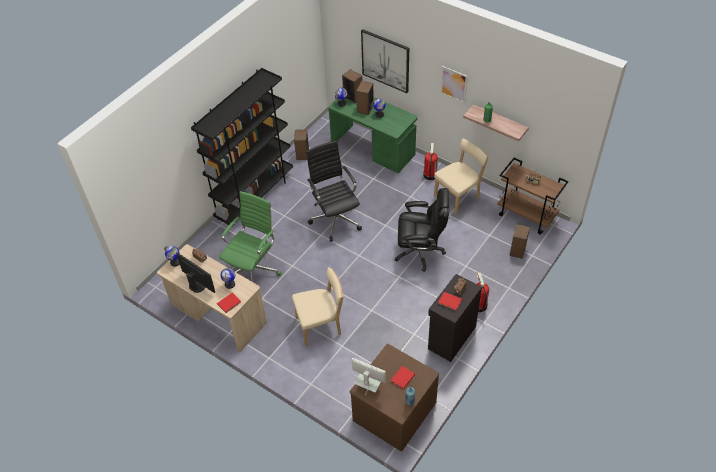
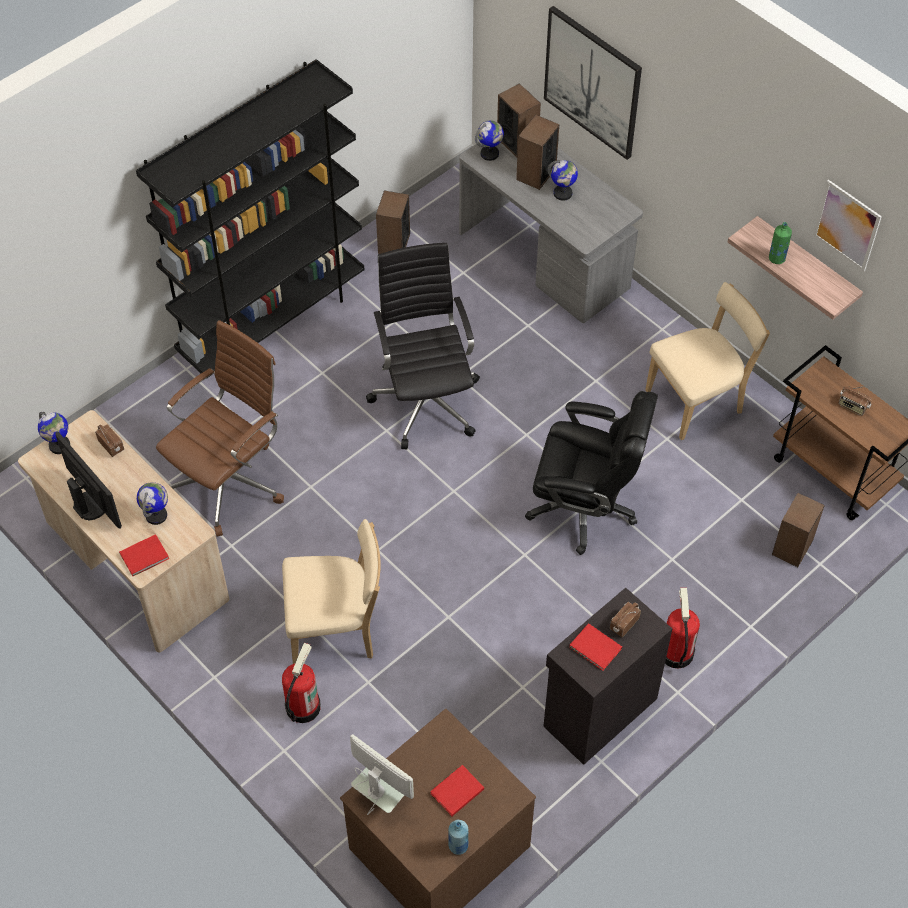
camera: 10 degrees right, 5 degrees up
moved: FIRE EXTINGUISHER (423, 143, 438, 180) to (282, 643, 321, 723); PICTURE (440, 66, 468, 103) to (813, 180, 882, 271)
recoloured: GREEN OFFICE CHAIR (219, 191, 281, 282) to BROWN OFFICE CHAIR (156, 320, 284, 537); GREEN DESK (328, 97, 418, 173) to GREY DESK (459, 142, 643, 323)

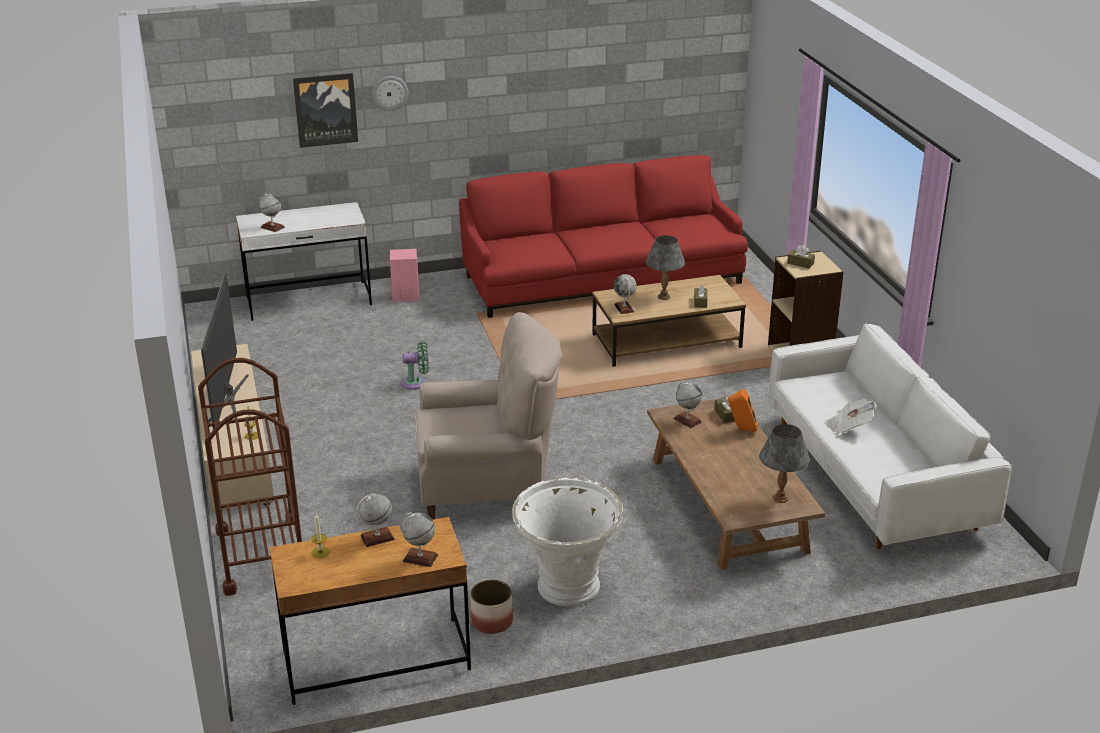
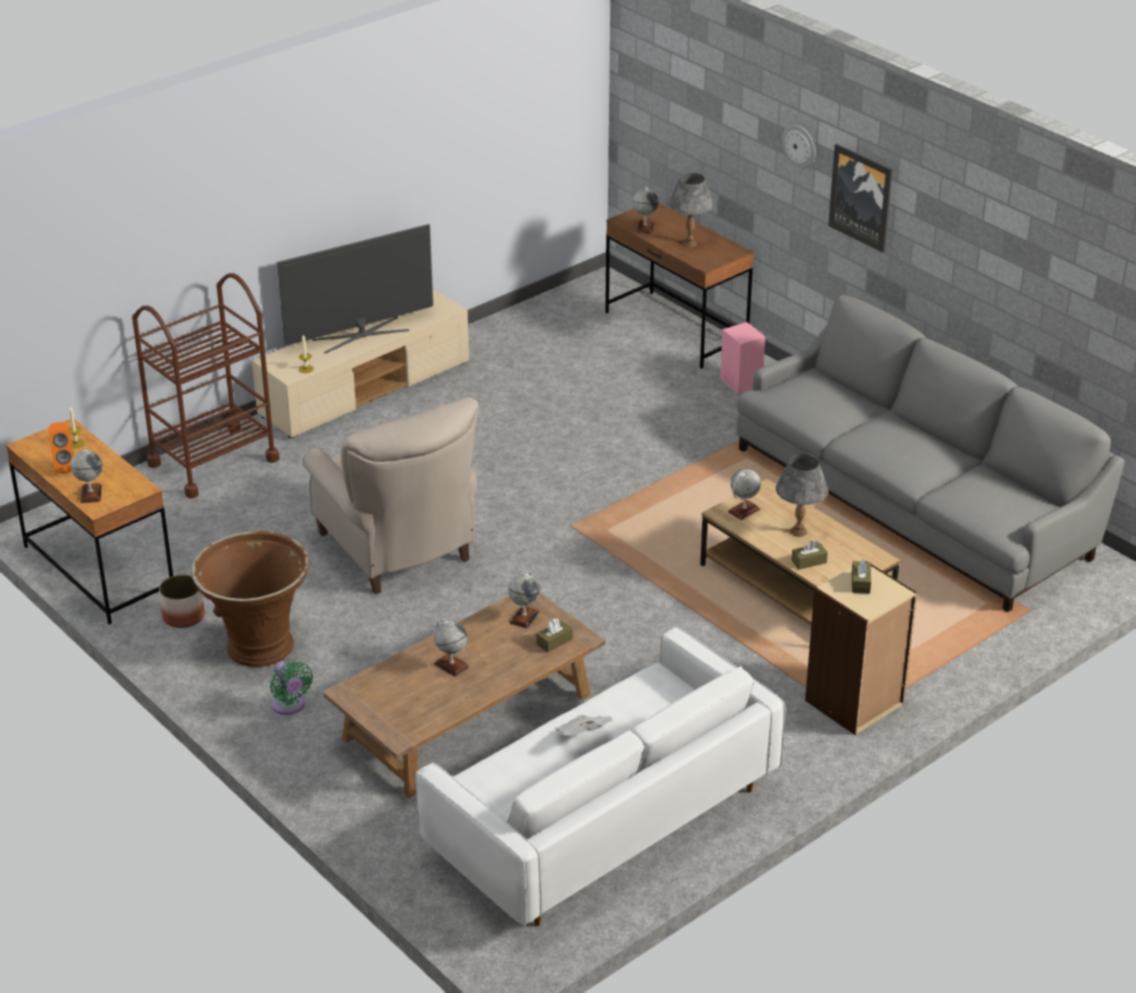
camera: 65 degrees right, 5 degrees up
moved: PICTURE (293, 73, 358, 148) to (828, 144, 893, 253); GLOBE (356, 493, 395, 547) to (434, 619, 470, 677); GREEN FAN (401, 341, 429, 390) to (270, 662, 313, 715); ORANGE SPEAKER (728, 389, 758, 432) to (48, 422, 74, 474); GREY TABLE LAMP (759, 424, 810, 503) to (669, 173, 714, 247)
recoloured: WHITE DESK (236, 202, 372, 321) to BROWN DESK (605, 203, 754, 369); RED SOFA (459, 155, 748, 318) to GREY SOFA (737, 295, 1124, 612); WHITE PLANTER (512, 477, 623, 606) to BROWN PLANTER (191, 531, 309, 667)

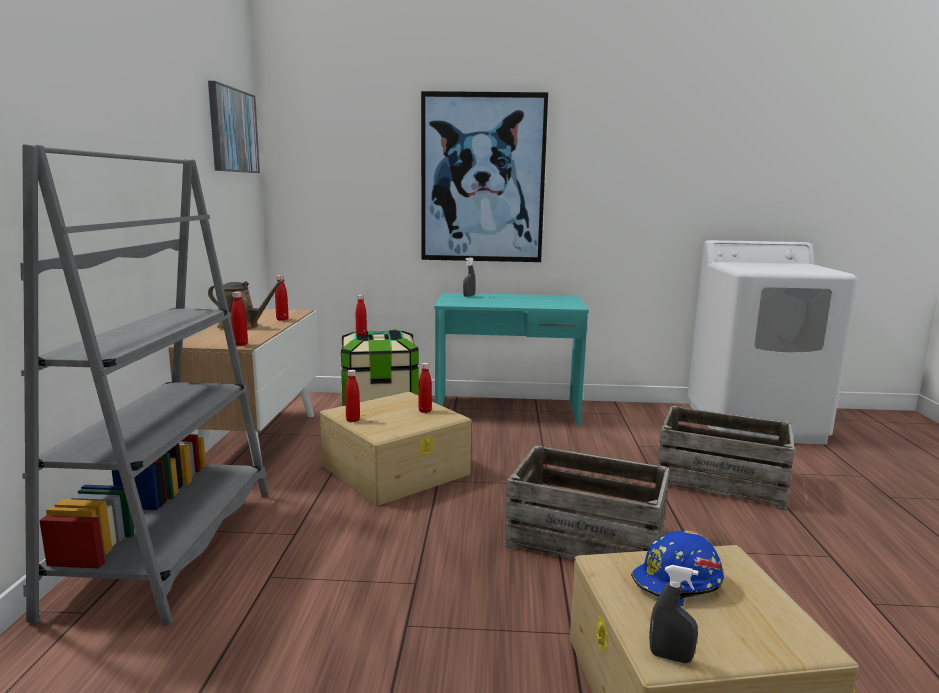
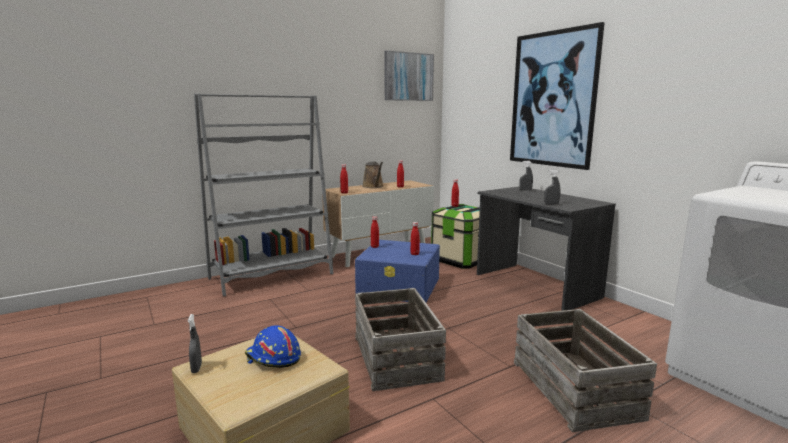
camera: 55 degrees right, 0 degrees up
added: GREY SPRAY BOTTLE (544, 169, 560, 205)
recoloured: BEIGE STORAGE BOX (320, 392, 471, 506) to BLUE STORAGE BOX (355, 240, 440, 303); TURQUOISE DESK (434, 293, 589, 426) to GREY DESK (477, 187, 616, 311)

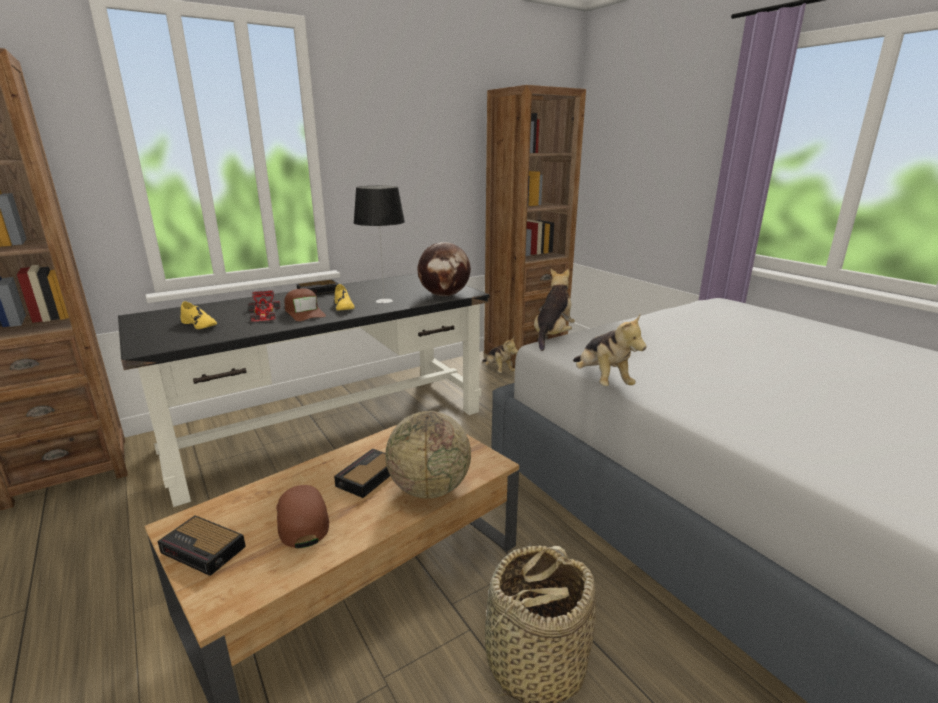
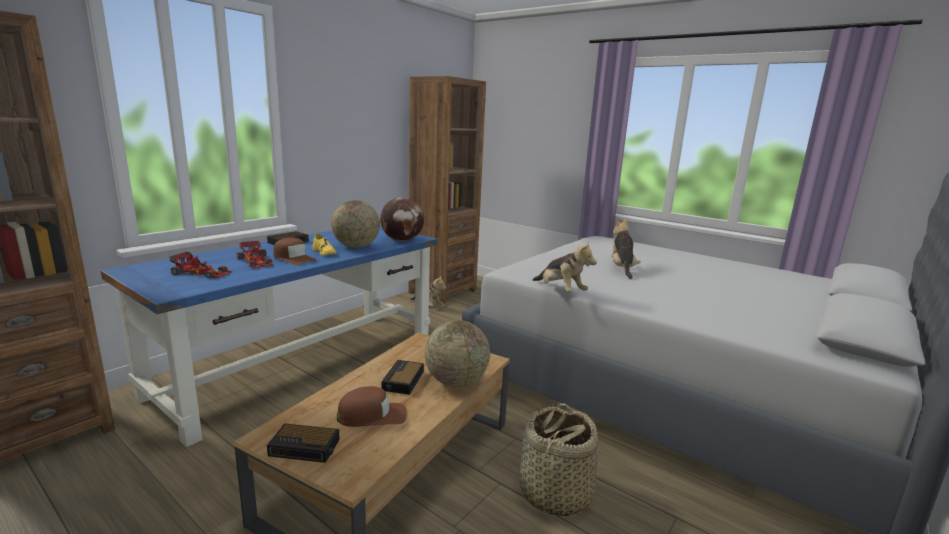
camera: 20 degrees left, 5 degrees down
moved: PLUSH TOY (534, 269, 575, 351) to (611, 219, 641, 279)
replaced: YELLOW SHOE (180, 301, 217, 329) to TOY CAR (169, 252, 232, 278); TABLE LAMP (354, 185, 405, 304) to GLOBE (331, 200, 380, 248)
recoloured: BLACK DESK (118, 273, 489, 507) to BLUE DESK (100, 225, 437, 447)
turned: BROWN CAP (276, 485, 329, 548) = (337, 386, 407, 427) 120 degrees clockwise

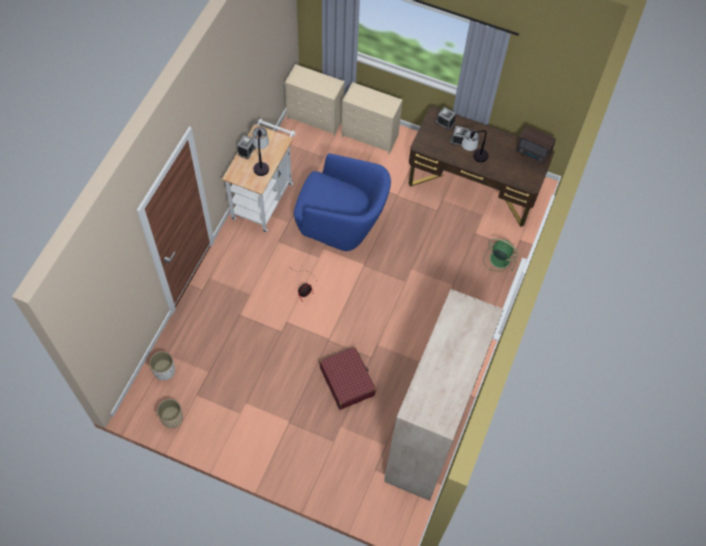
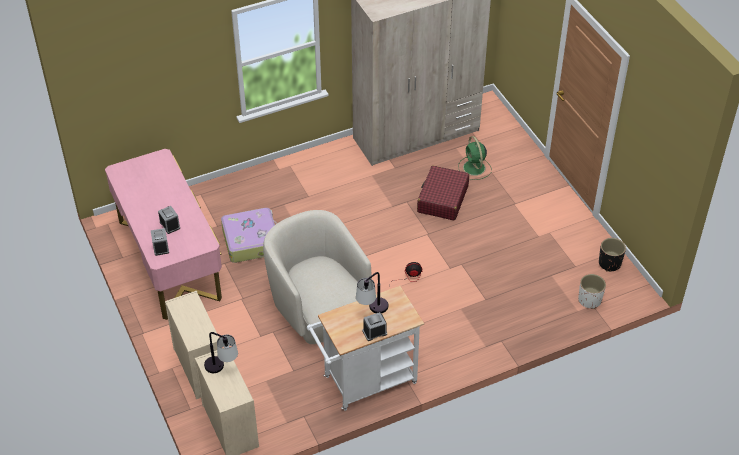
camera: 135 degrees left, 15 degrees down
removed: RADIO (516, 126, 556, 164)
added: SUITCASE (221, 208, 277, 263)
moved: TABLE LAMP (462, 129, 489, 162) to (204, 332, 238, 373); GREEN FAN (484, 238, 518, 271) to (458, 136, 492, 180)
recoloured: BEIGE PLANTER (157, 399, 183, 428) to BLACK PLANTER (599, 238, 626, 272); BLUE ARMCHAIR (294, 153, 391, 251) to BEIGE ARMCHAIR (263, 210, 372, 344); BROWN DESK (409, 106, 554, 227) to PINK DESK (105, 149, 222, 320)

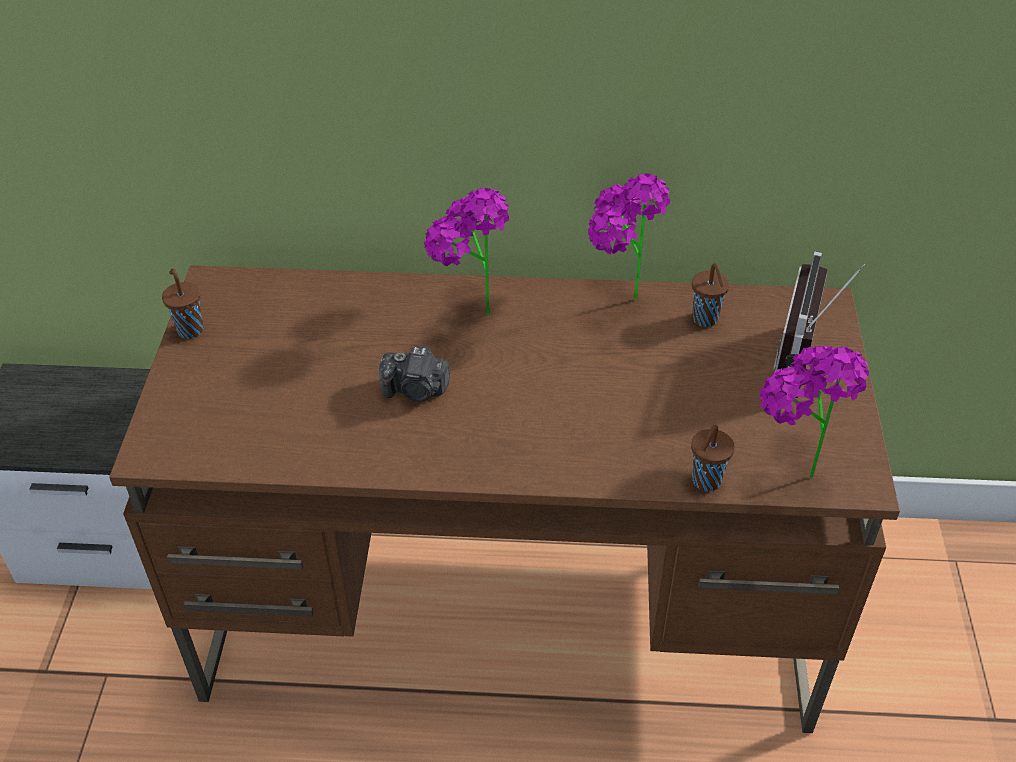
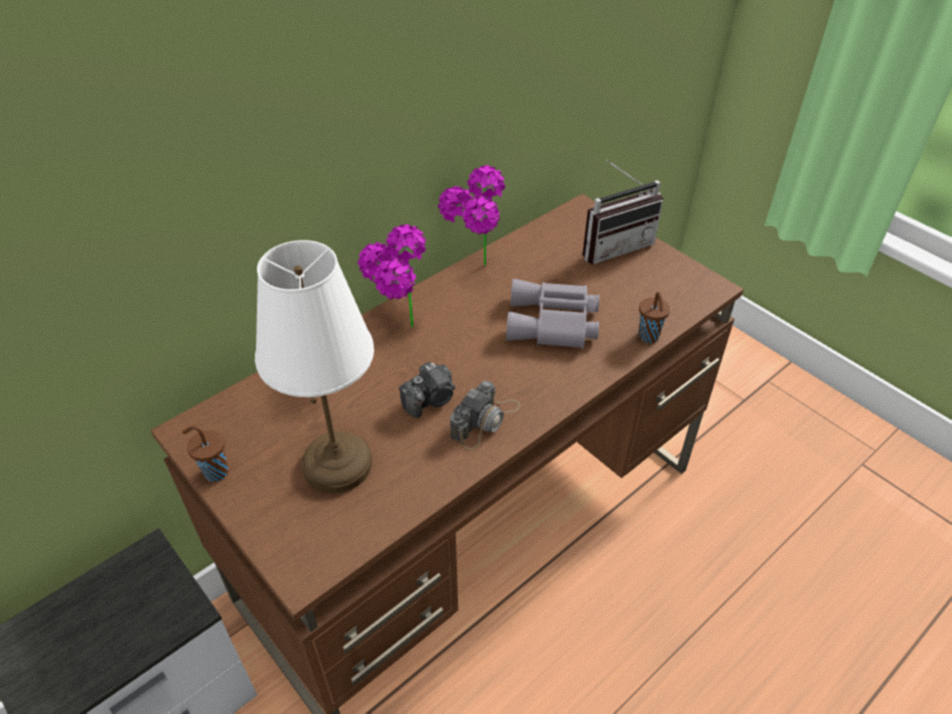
camera: 45 degrees left, 0 degrees up
removed: BROWN CUP (692, 263, 729, 327); POTTED PLANT (760, 346, 869, 478)
added: WHITE TABLE LAMP (255, 240, 374, 493); PHOTO CAMERA (450, 380, 520, 450); GREY BINOCULARS (506, 279, 600, 349)
turned: RADIO (773, 251, 865, 398) = (583, 160, 663, 264) 90 degrees counterclockwise

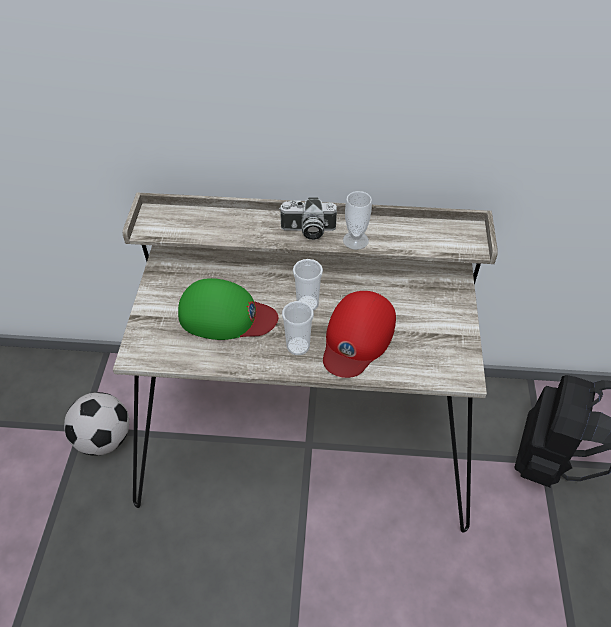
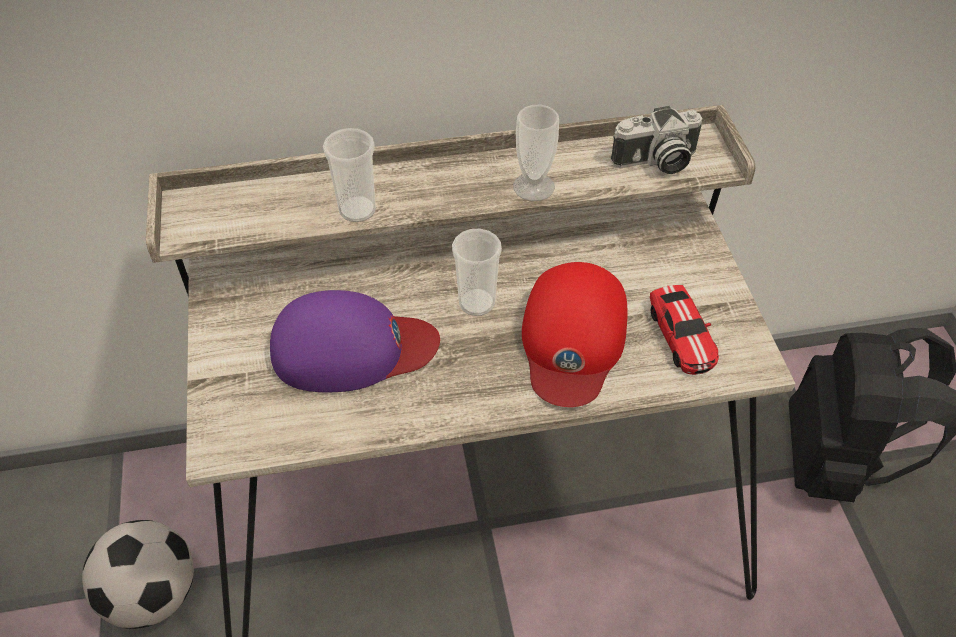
camera: 15 degrees left, 0 degrees up
added: TOY CAR (650, 285, 719, 375)
moved: PHOTO CAMERA (279, 198, 337, 240) to (611, 106, 703, 174); CUP (282, 301, 314, 355) to (323, 128, 376, 222)
recoloured: GREEN CAP (178, 278, 278, 340) to PURPLE CAP (270, 290, 440, 392)

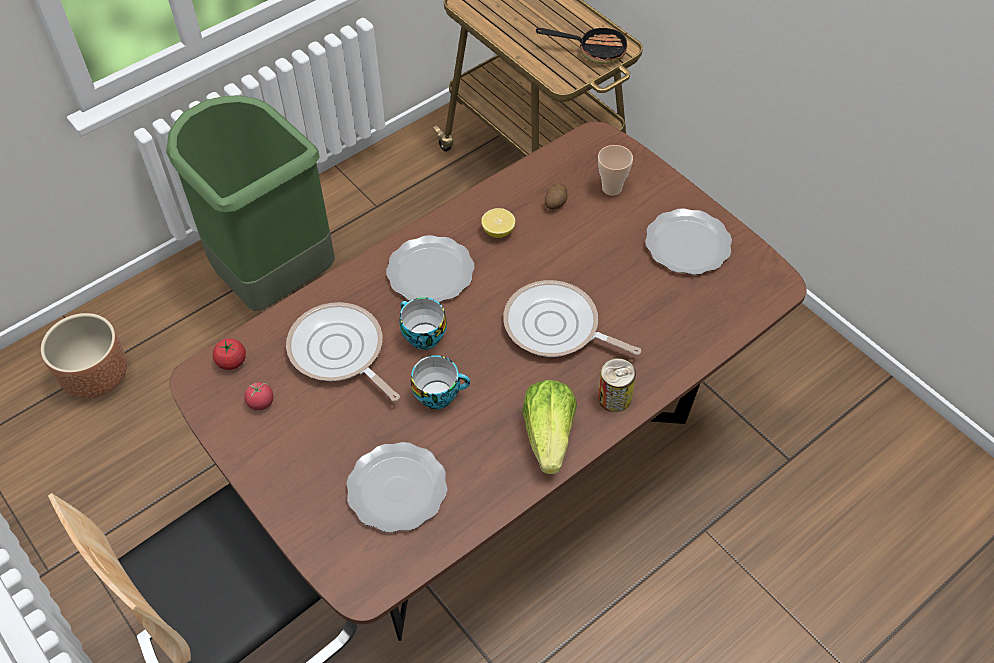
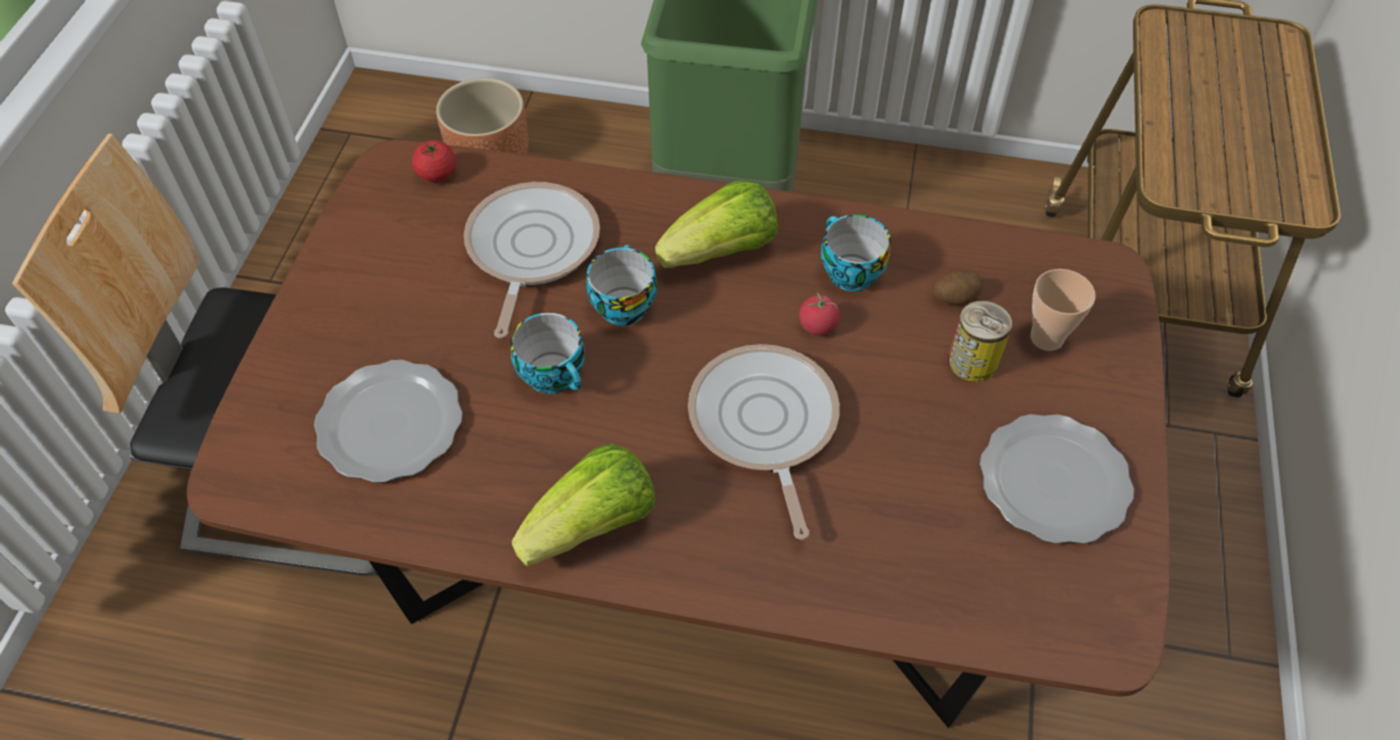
camera: 50 degrees right, 0 degrees up
removed: FRYING PAN (536, 26, 627, 64)
moved: TOMATO (244, 382, 273, 410) to (799, 293, 840, 335); CAN (598, 358, 636, 412) to (948, 301, 1012, 382)
replaced: PLATE (386, 235, 475, 302) to LETTUCE (655, 180, 778, 268); LEMON (481, 208, 515, 238) to CUP (821, 215, 891, 291)

